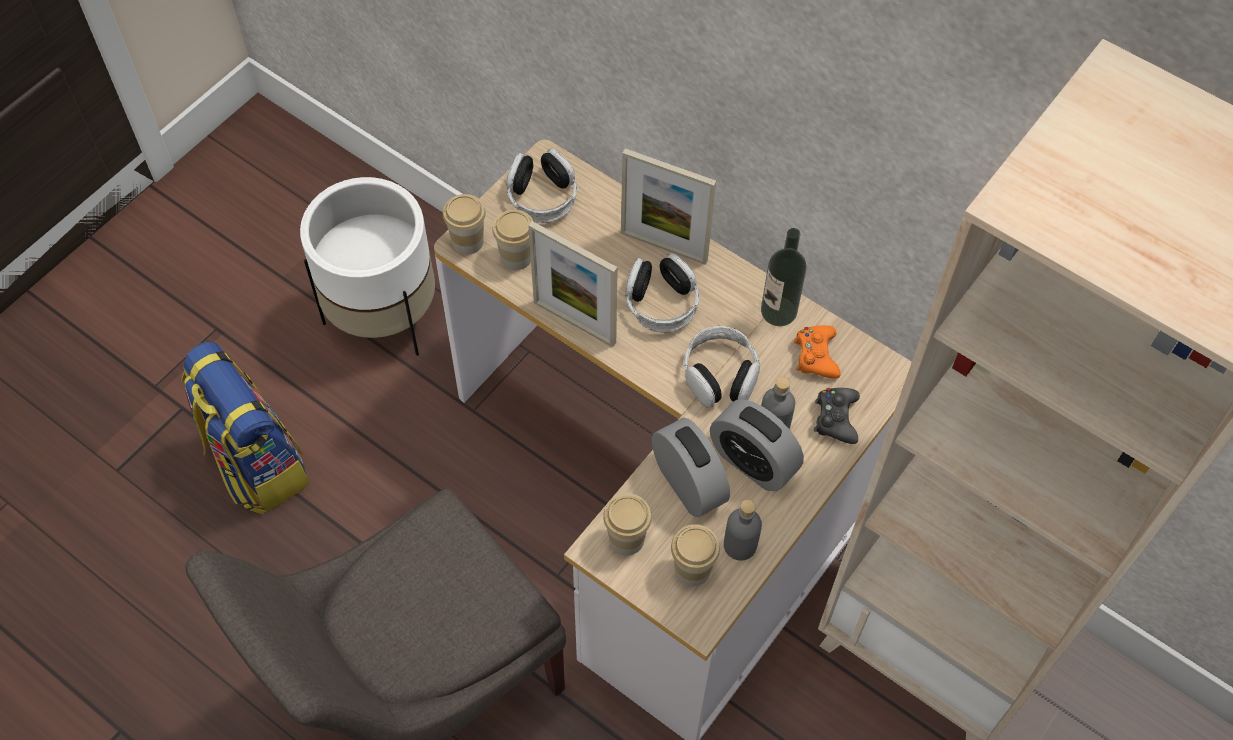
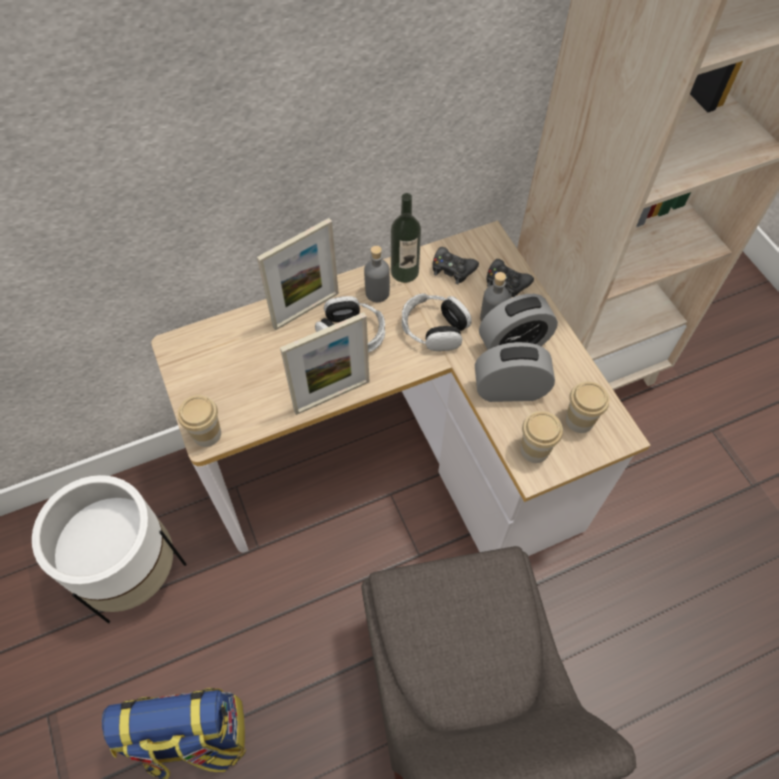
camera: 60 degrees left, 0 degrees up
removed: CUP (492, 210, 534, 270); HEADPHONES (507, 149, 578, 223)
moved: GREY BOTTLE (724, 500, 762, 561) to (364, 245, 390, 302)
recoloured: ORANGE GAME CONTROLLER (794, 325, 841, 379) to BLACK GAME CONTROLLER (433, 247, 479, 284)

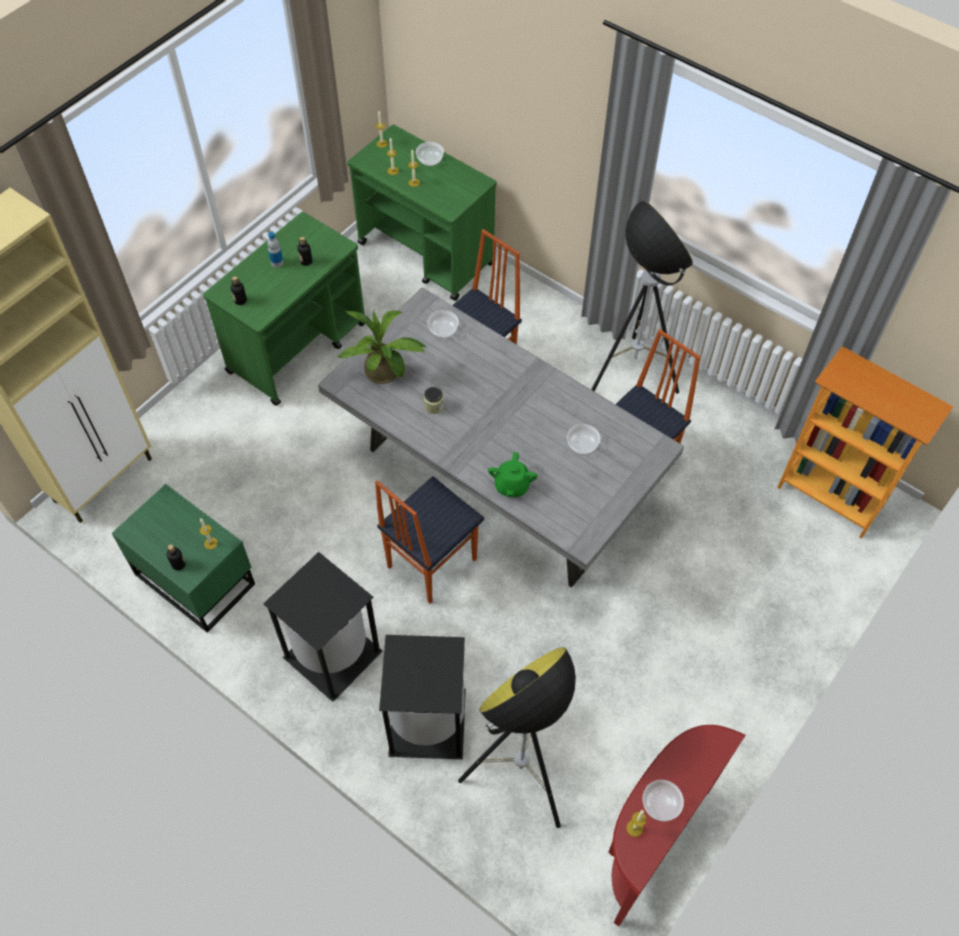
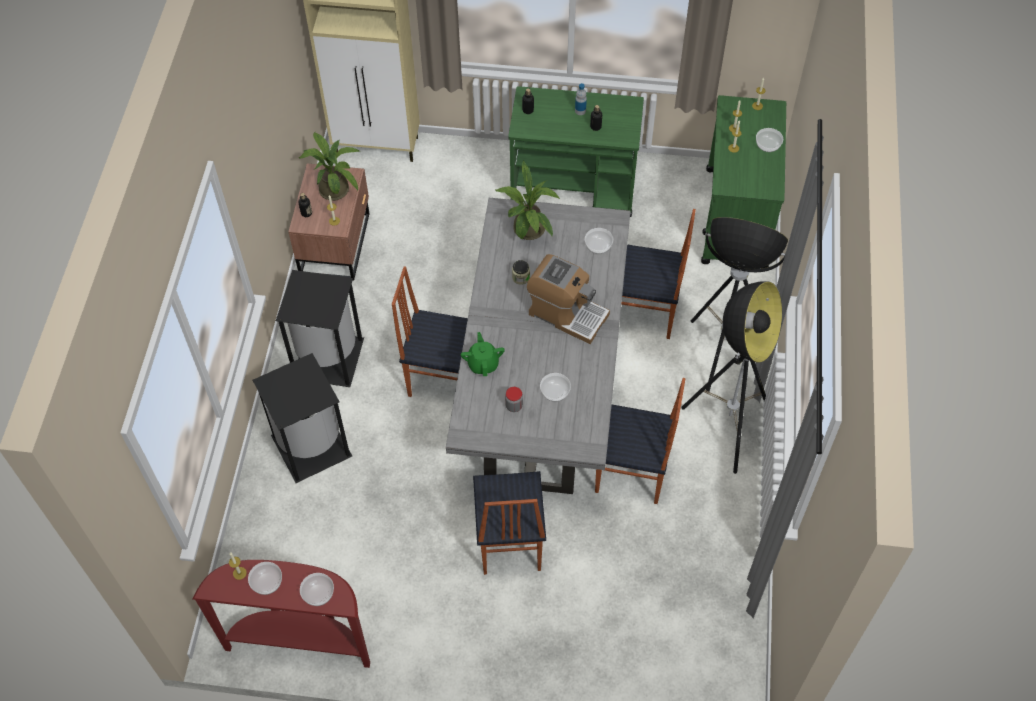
camera: 60 degrees right, 0 degrees up
removed: BOOKCASE (777, 346, 953, 538)
added: POTTED PLANT (298, 132, 360, 201); BOWL (300, 573, 334, 606); CHAIR (473, 471, 546, 575); JAR (505, 387, 523, 412); COFFEE MACHINE (527, 254, 610, 344)
moved: FLOOR LAMP (458, 647, 576, 828) to (691, 217, 788, 393)
recoloured: GREEN NIGHTSTAND (112, 484, 255, 632) to BROWN NIGHTSTAND (288, 163, 370, 281)
turned: GREEN TEAPOT (488, 452, 538, 497) = (461, 332, 505, 376) 105 degrees clockwise

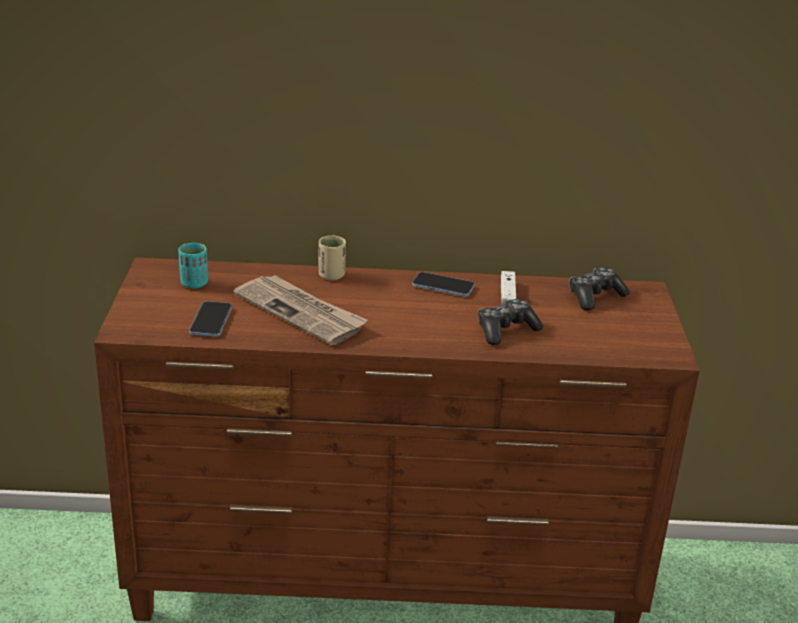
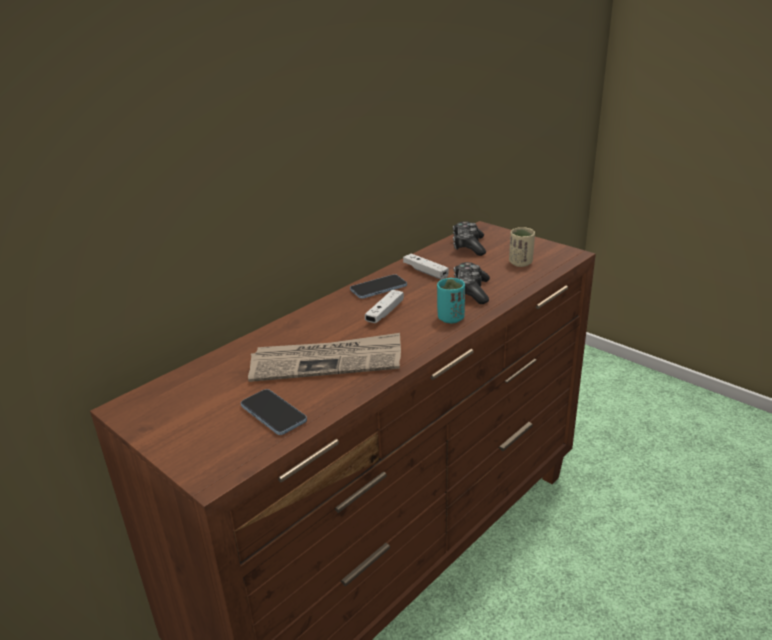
camera: 45 degrees left, 0 degrees up
added: WHITE GAME CONTROLLER (365, 290, 404, 323)
moved: TURQUOISE CUP (178, 243, 208, 289) to (437, 278, 465, 323); BEIGE CUP (318, 236, 346, 280) to (509, 227, 535, 267)

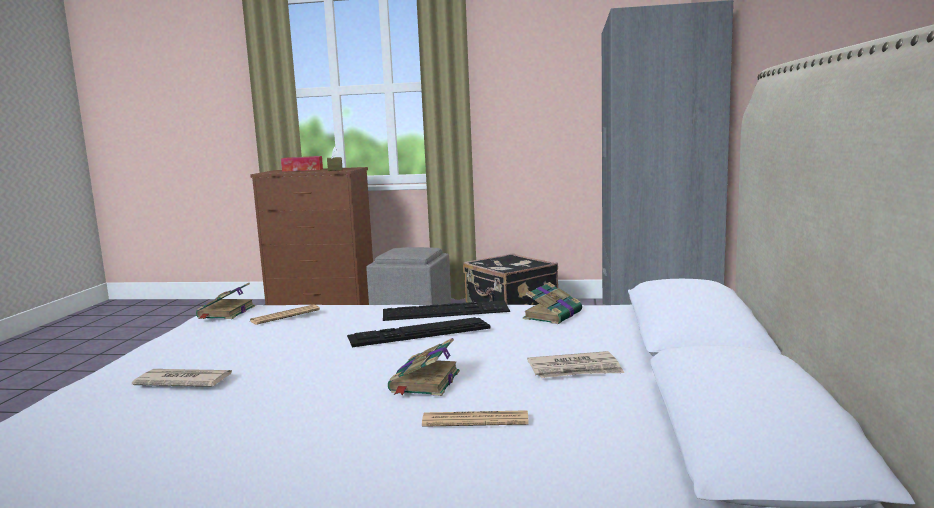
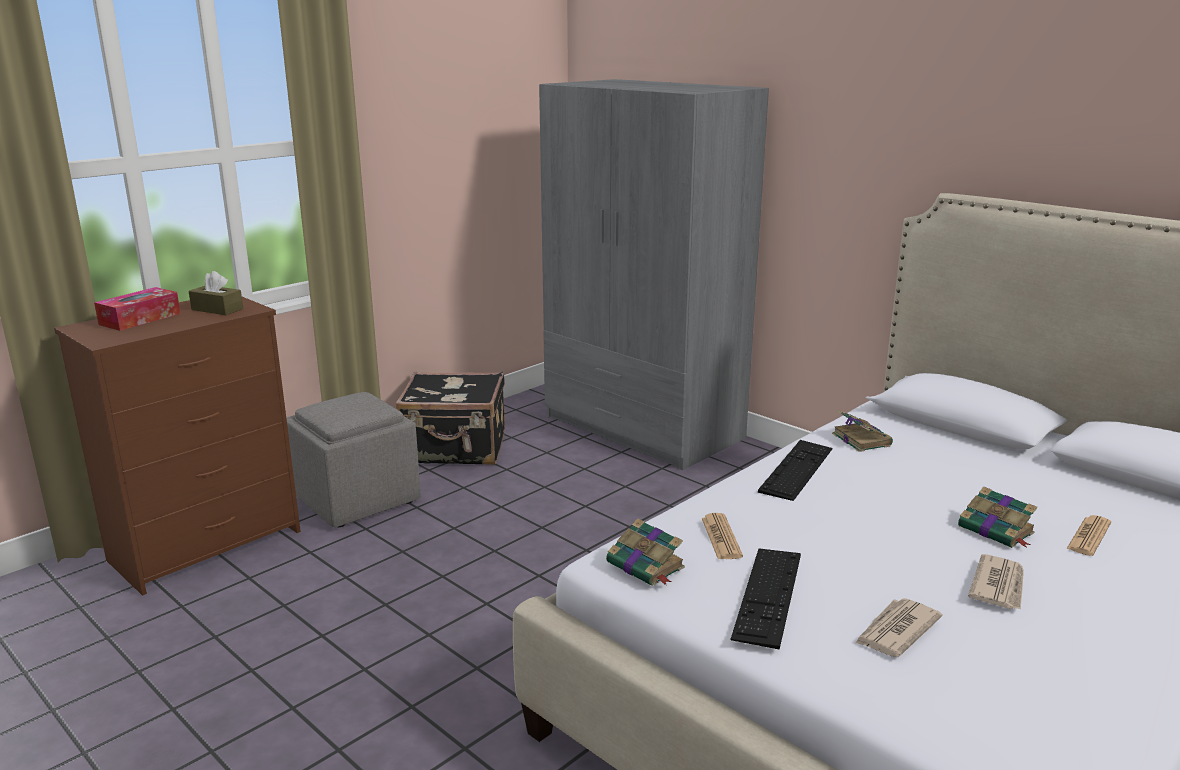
camera: 55 degrees left, 10 degrees up
moved: KEYBOARD (347, 317, 491, 347) to (731, 548, 801, 650); NEWSPAPER (527, 351, 624, 378) to (968, 554, 1024, 610)

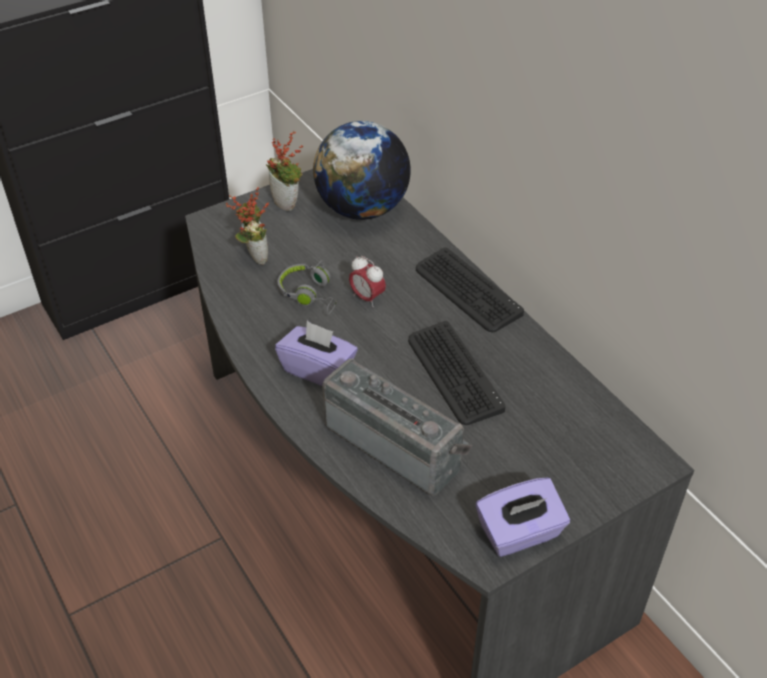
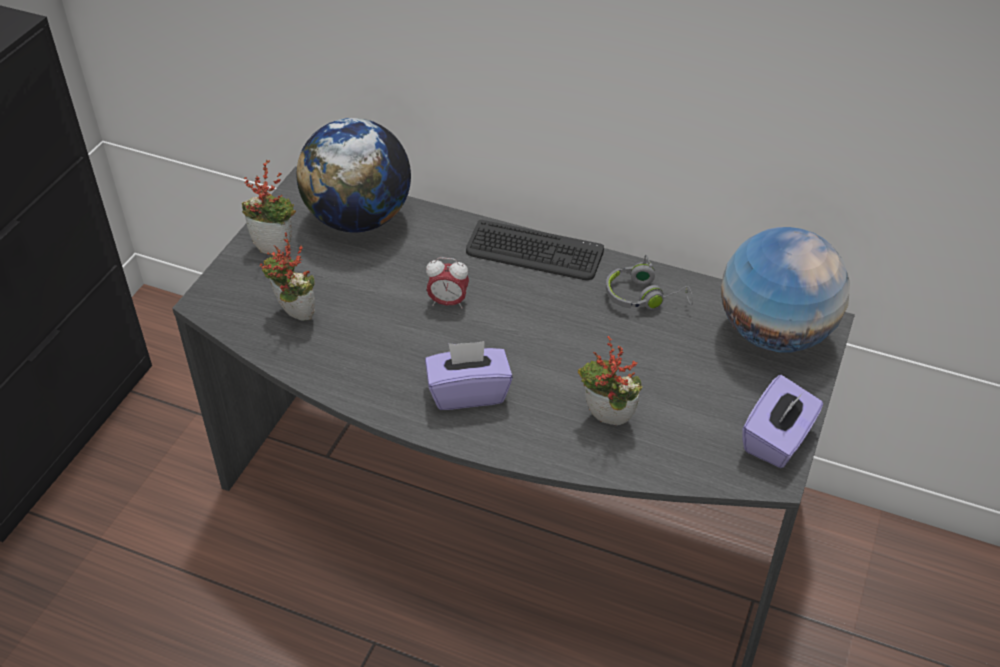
camera: 35 degrees left, 0 degrees up
removed: KEYBOARD (408, 321, 506, 425)
added: GLOBE (721, 227, 850, 353)
moved: GREY HEADPHONES (278, 260, 337, 315) to (606, 255, 693, 309)
replaced: RADIO (322, 359, 472, 496) to POTTED PLANT (578, 336, 643, 425)

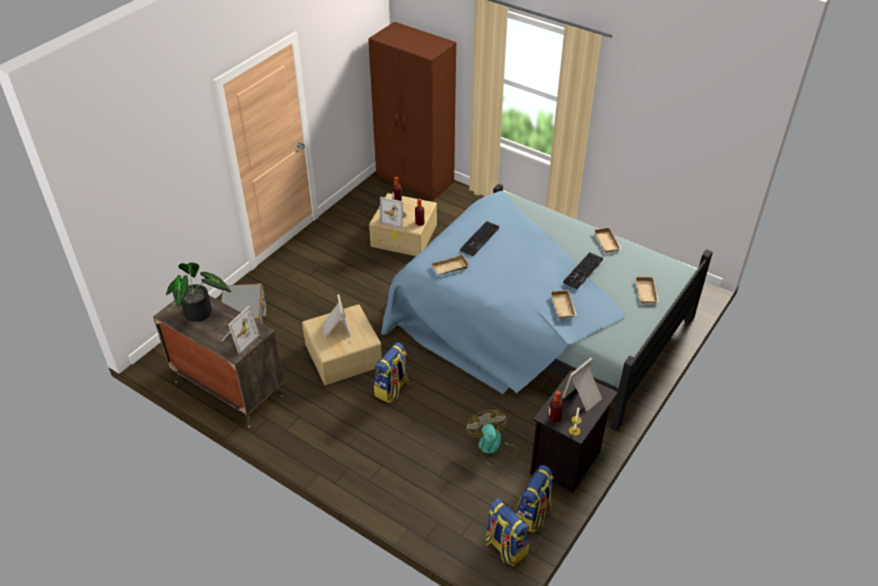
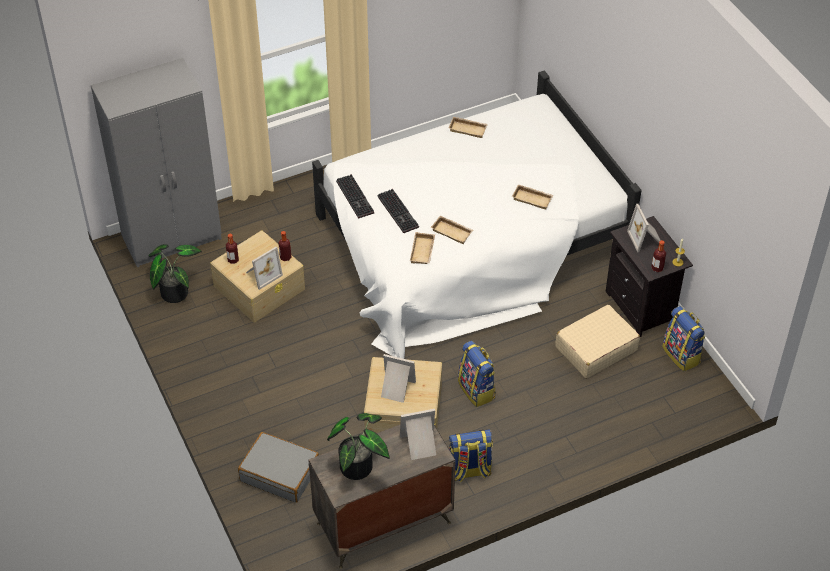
camera: 60 degrees left, 5 degrees up
added: POTTED PLANT (148, 244, 202, 303)
moved: BACKPACK (485, 498, 529, 566) to (449, 430, 493, 482); KEYBOARD (563, 252, 603, 289) to (336, 174, 374, 219); BEIGE TRAY (635, 276, 659, 304) to (431, 216, 473, 244)
replaced: FAN (466, 410, 518, 466) to BEIGE SUITCASE (555, 305, 640, 378)
recoloured: BROWN WARDROBE (368, 22, 456, 201) to GREY WARDROBE (91, 58, 222, 267); BLUE BED (381, 184, 713, 431) to WHITE BED (312, 70, 642, 359)
turned: PICTURE FRAME (221, 306, 260, 354) = (400, 409, 436, 460) 75 degrees counterclockwise

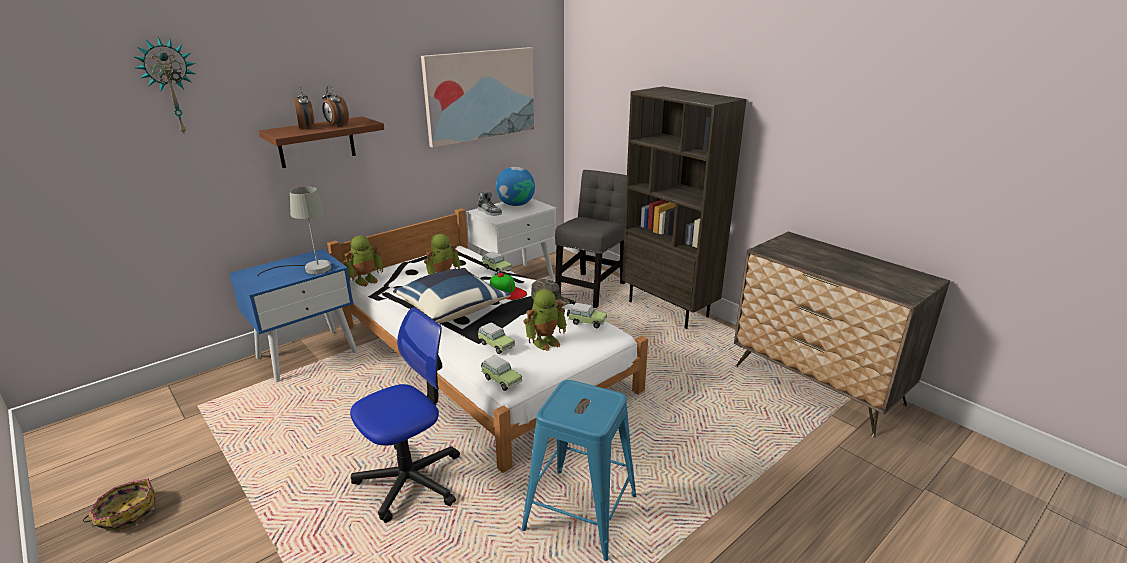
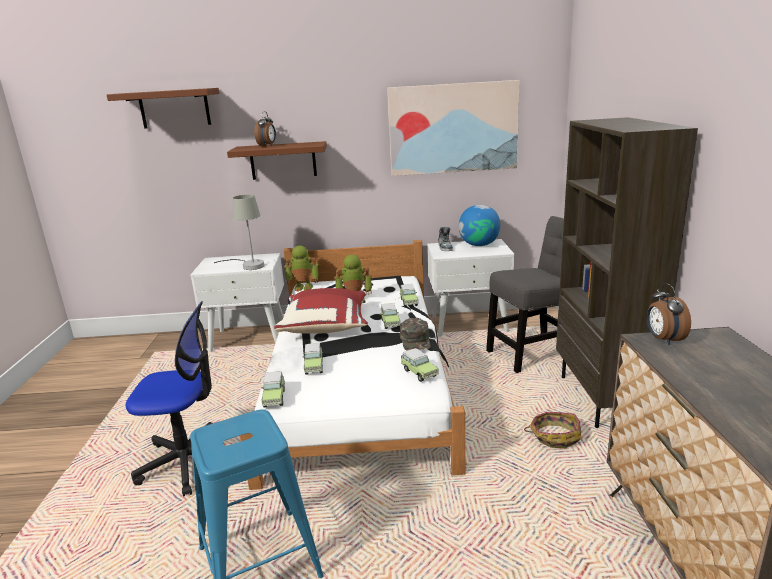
camera: 40 degrees right, 5 degrees down
removed: TOY ROBOT (523, 289, 567, 351)
moved: BASKET (83, 478, 156, 531) to (524, 412, 581, 448); ALARM CLOCK (322, 86, 349, 127) to (647, 283, 691, 345)
replaced: WALL CLOCK (133, 37, 195, 136) to BROWN SHELF (107, 88, 219, 129); CAP (490, 273, 527, 300) to TOY CAR (380, 303, 400, 329)
recoloured: BLUE NIGHTSTAND (229, 249, 358, 382) to WHITE NIGHTSTAND (190, 253, 284, 352); BLUE PILLOW (393, 267, 511, 323) to RED PILLOW (274, 288, 368, 334)

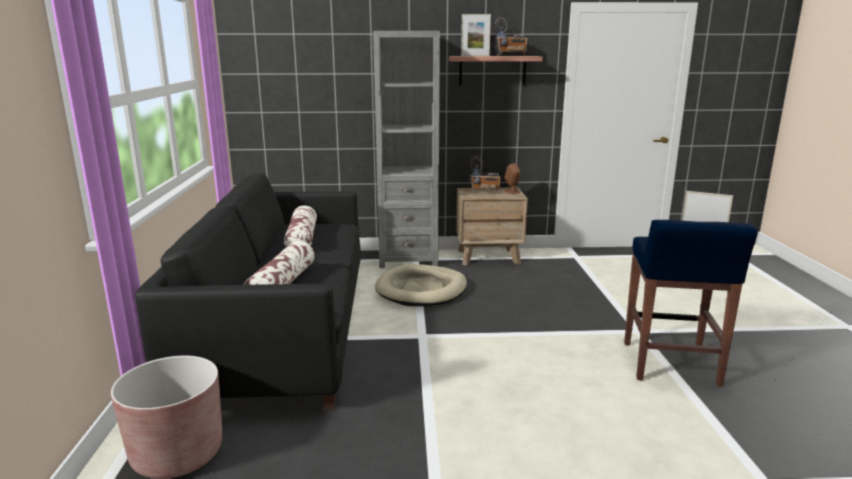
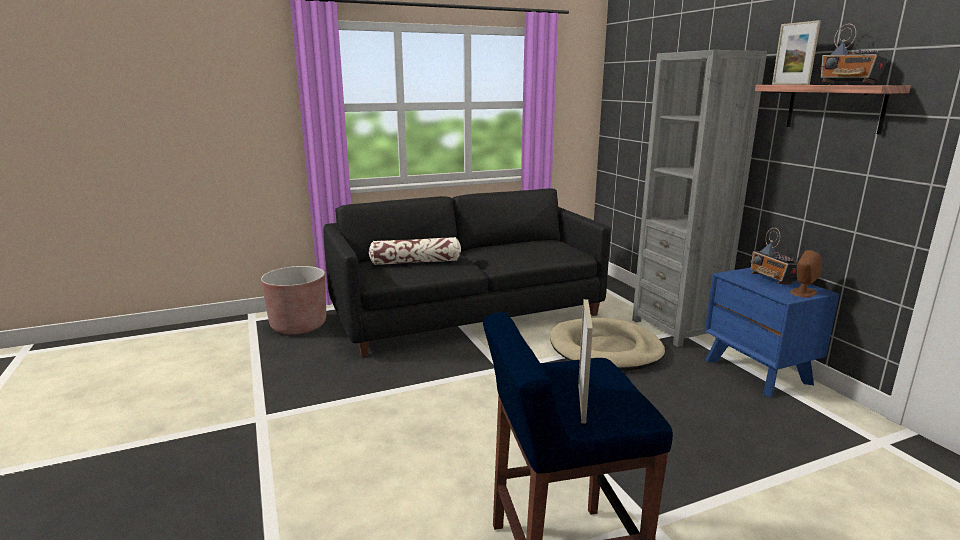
camera: 70 degrees right, 0 degrees up
removed: PILLOW (284, 206, 317, 247)
recoloured: BROWN NIGHTSTAND (456, 187, 528, 266) to BLUE NIGHTSTAND (705, 268, 840, 397)

